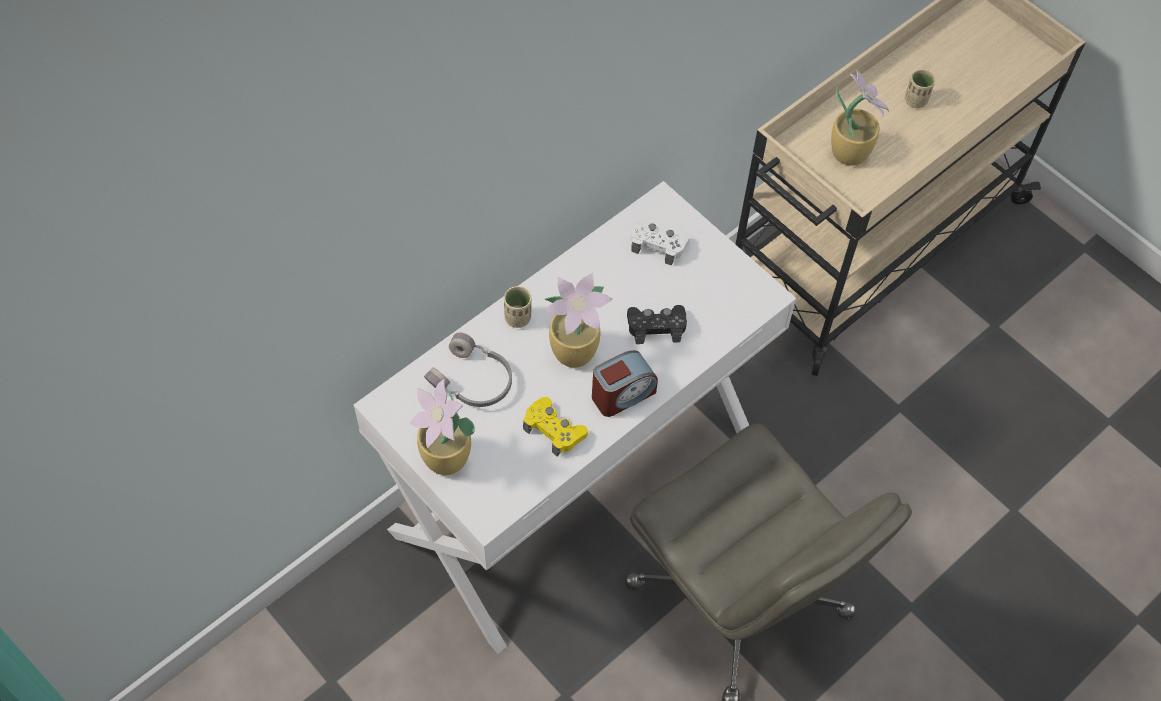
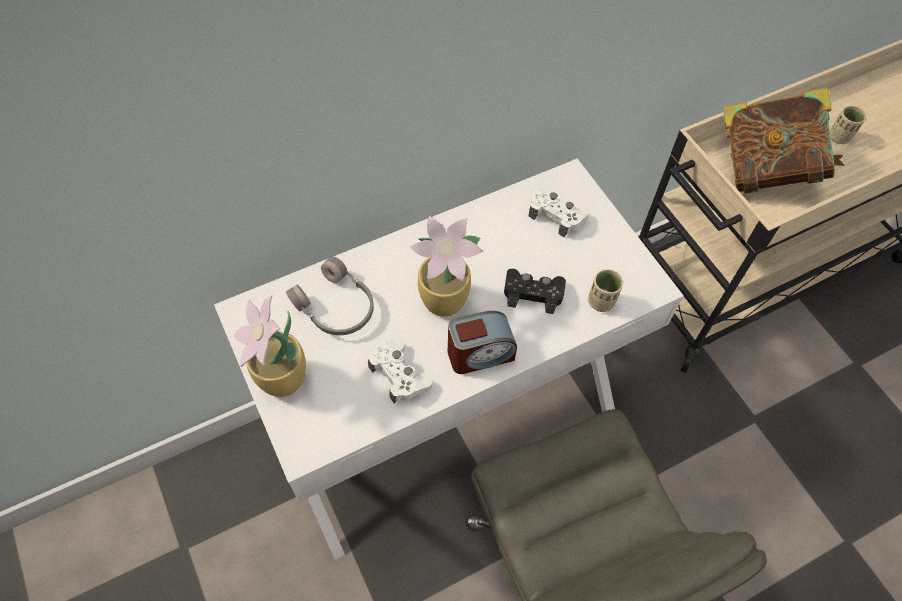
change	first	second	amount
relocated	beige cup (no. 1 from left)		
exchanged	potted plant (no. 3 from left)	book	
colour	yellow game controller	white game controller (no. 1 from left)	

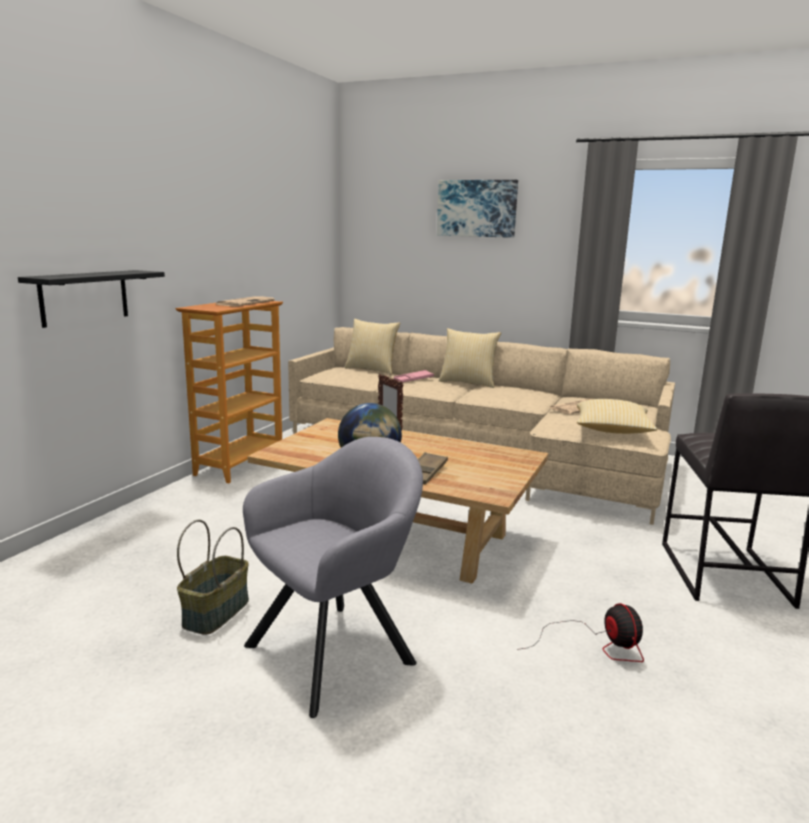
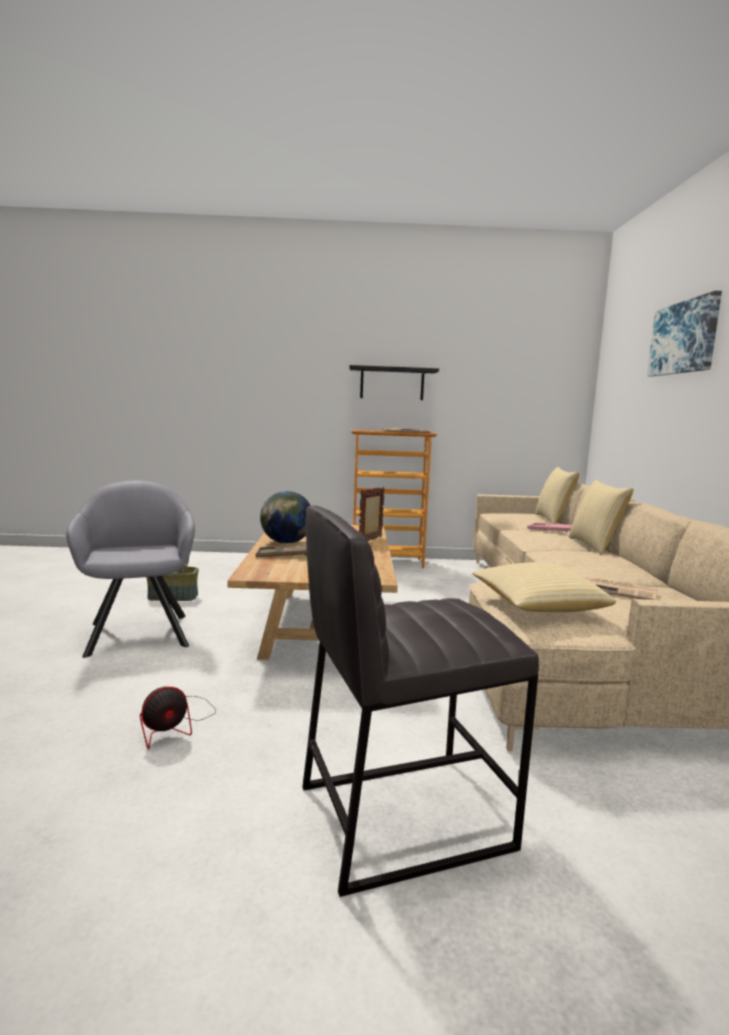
change	first	second	amount
relocated	black shelf		
spun	grey armchair		135 degrees counterclockwise

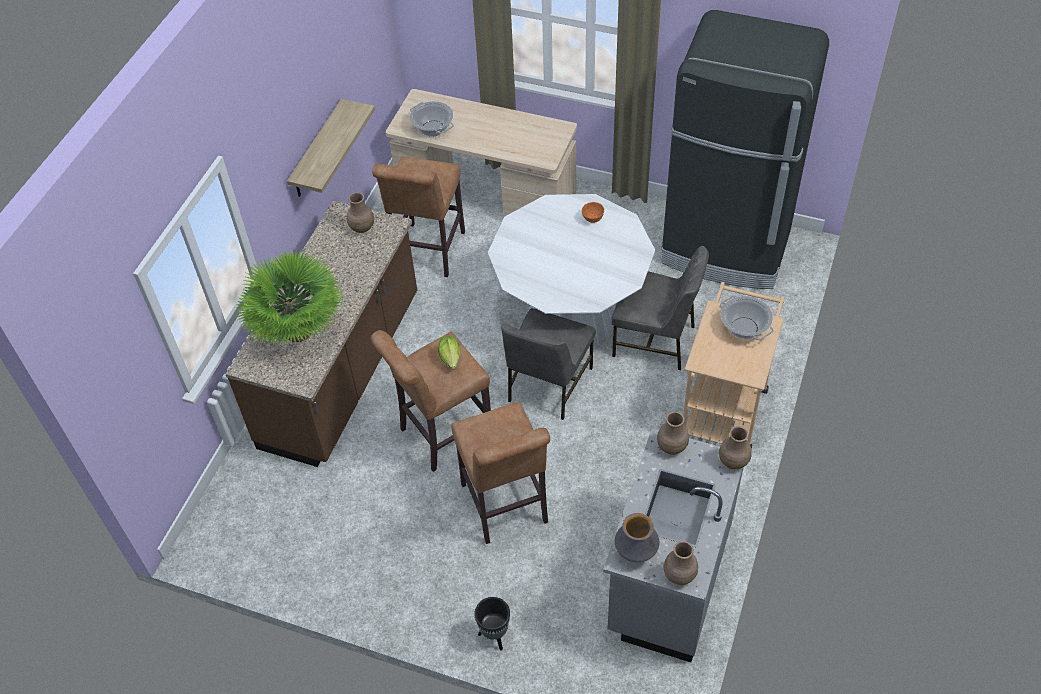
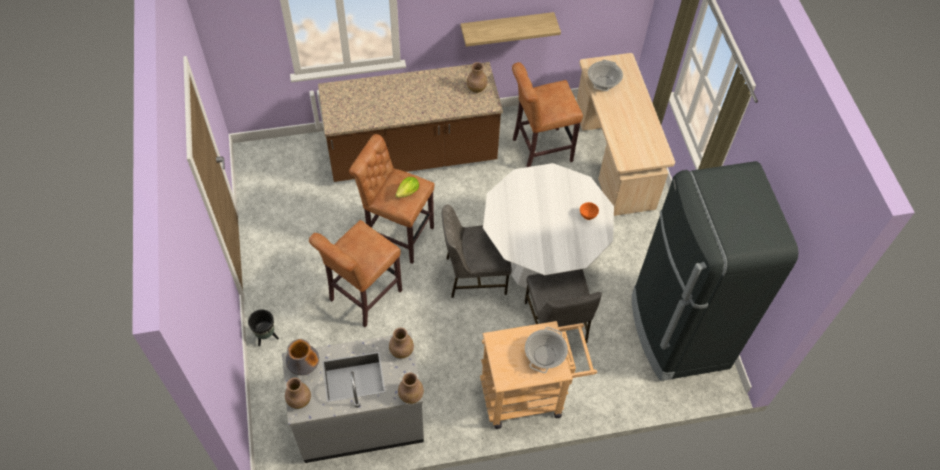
change	first	second	amount
missing	potted plant		

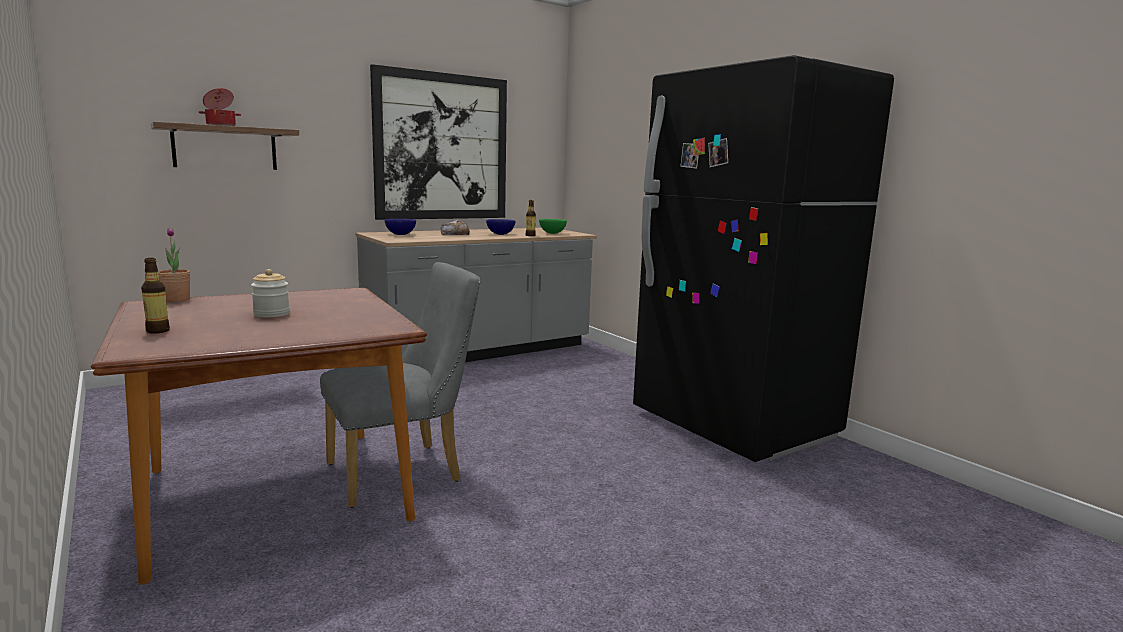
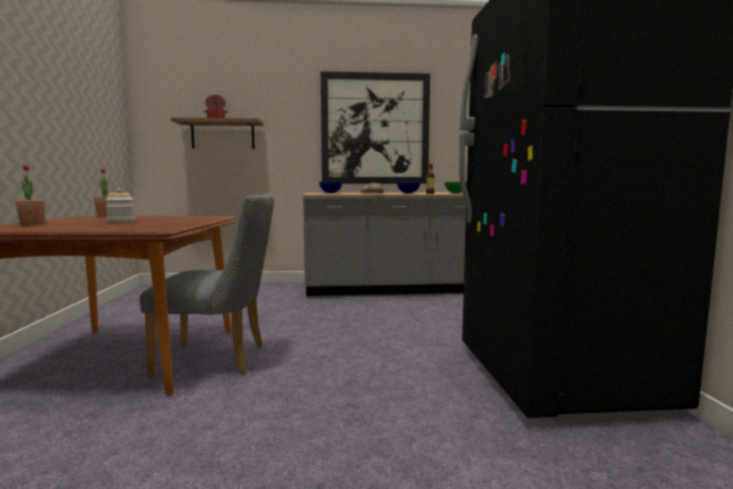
change	first	second	amount
exchanged	bottle (no. 1 from left)	potted plant (no. 1 from left)	

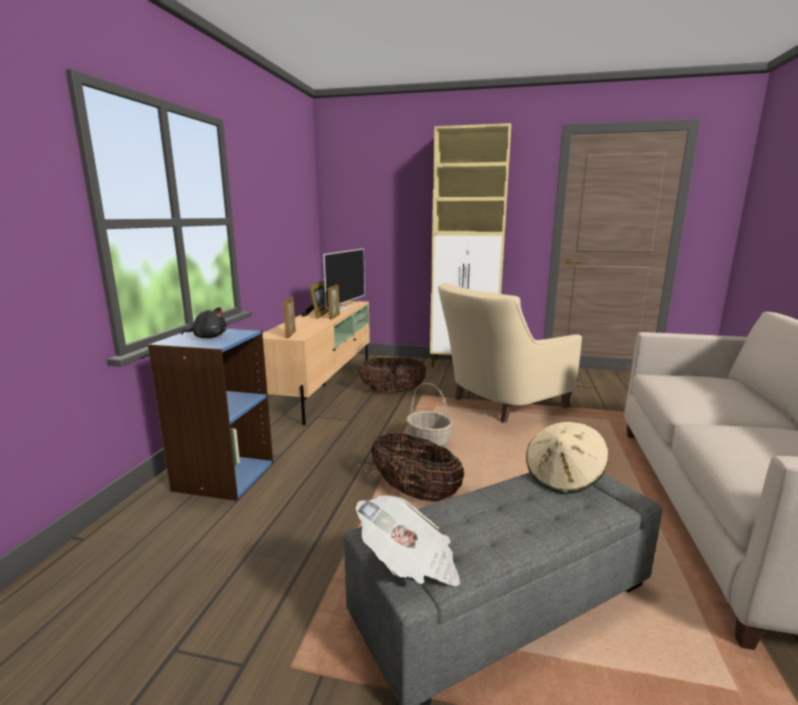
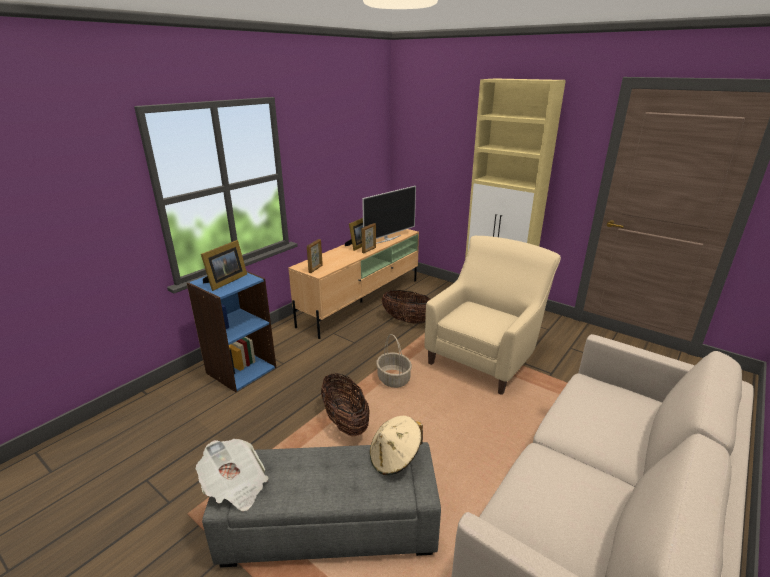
change	first	second	amount
exchanged	black plush toy	picture frame (no. 1 from left)	
spun	beige armchair		135 degrees clockwise

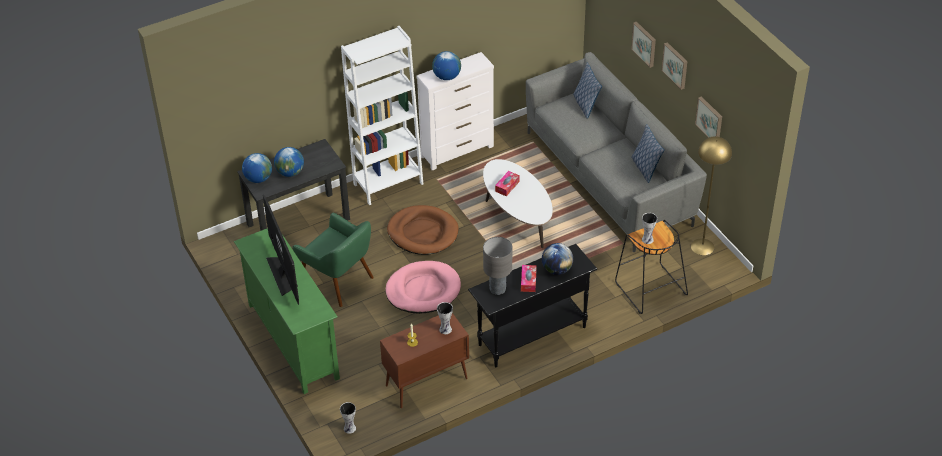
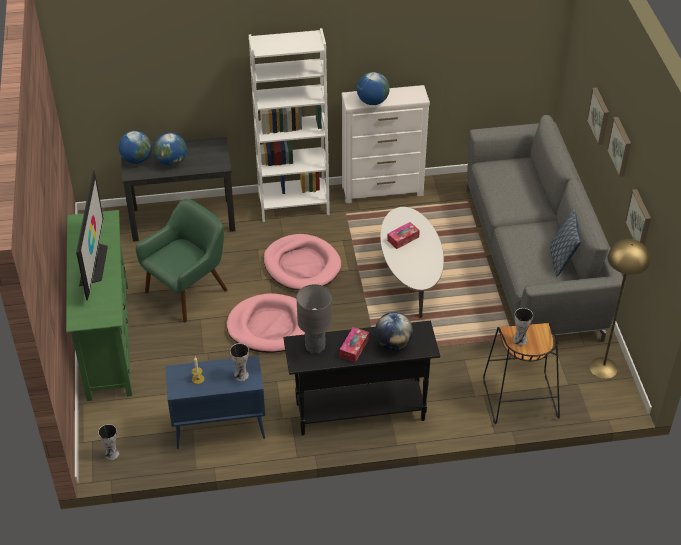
change	first	second	amount
missing	pillow (no. 1 from left)		
colour	brown cabinet	blue cabinet	
colour	brown dog bed	pink dog bed (no. 2 from left)	
spun	green armchair		105 degrees counterclockwise

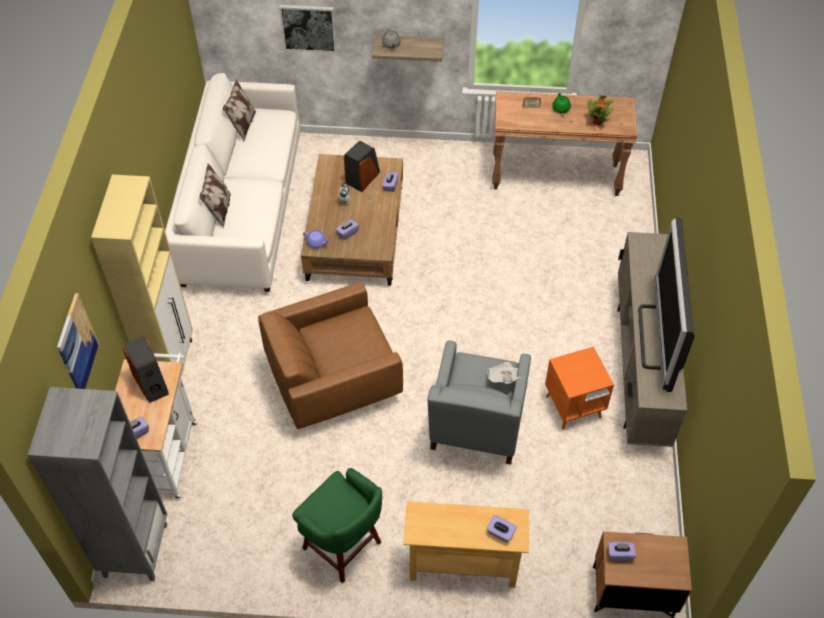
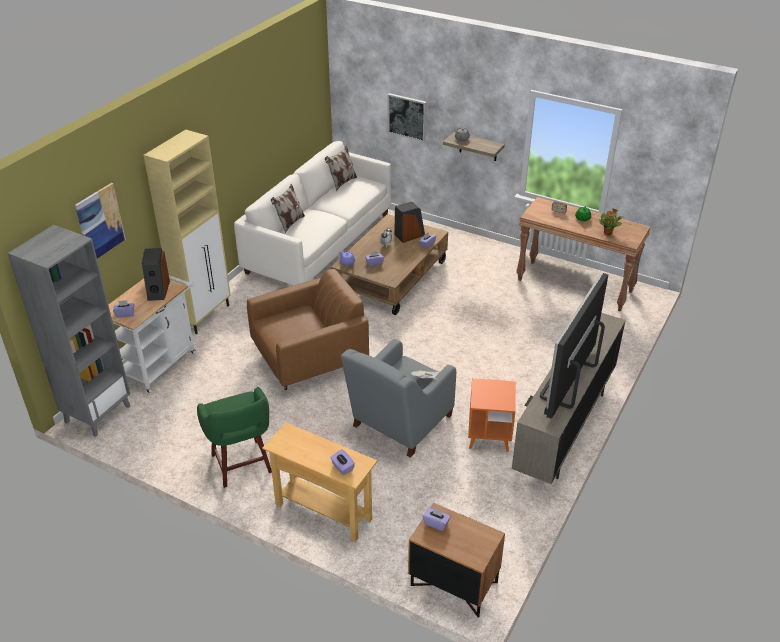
change	first	second	amount
spun	brown armchair		150 degrees clockwise

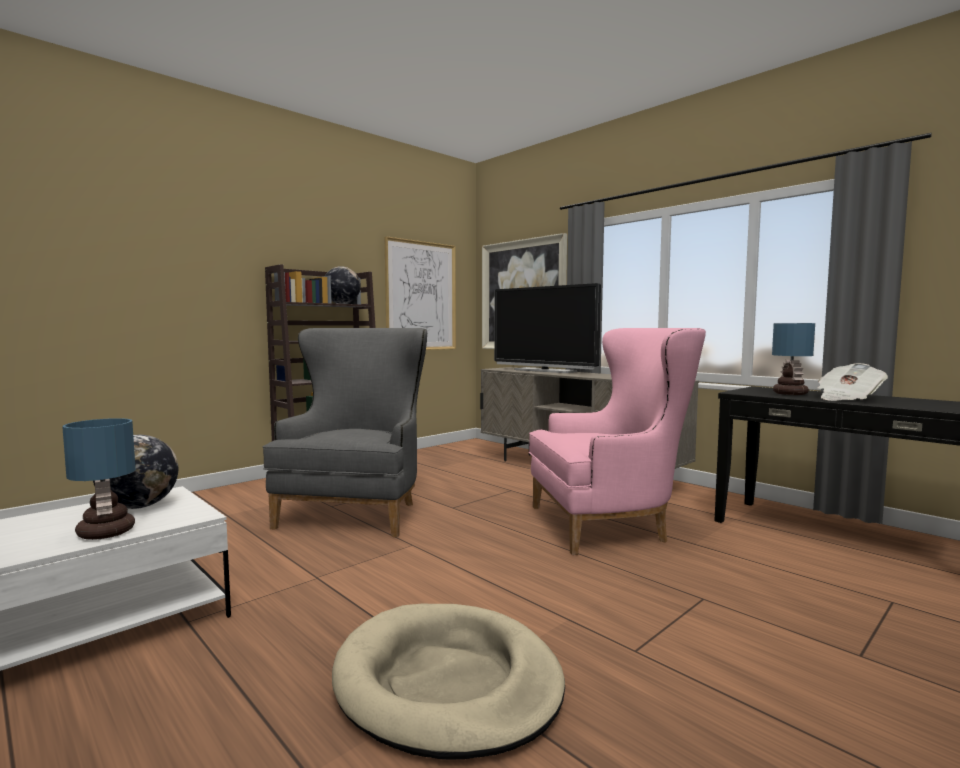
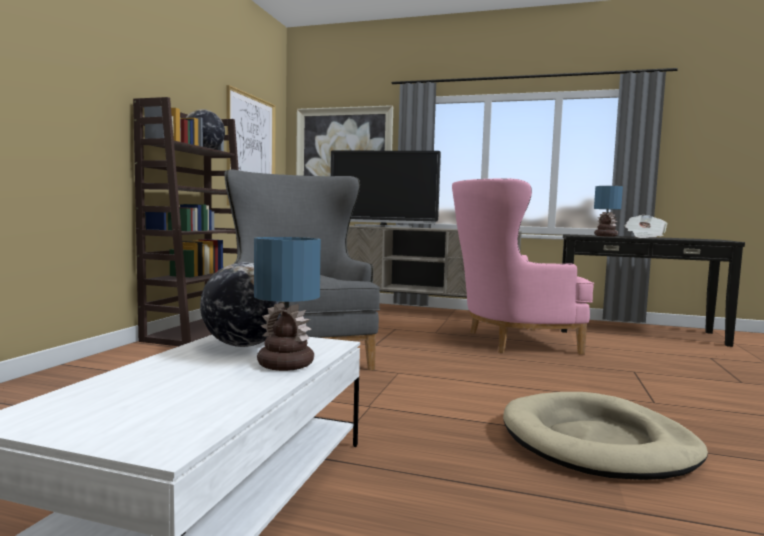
change	first	second	amount
spun	pink armchair		150 degrees counterclockwise

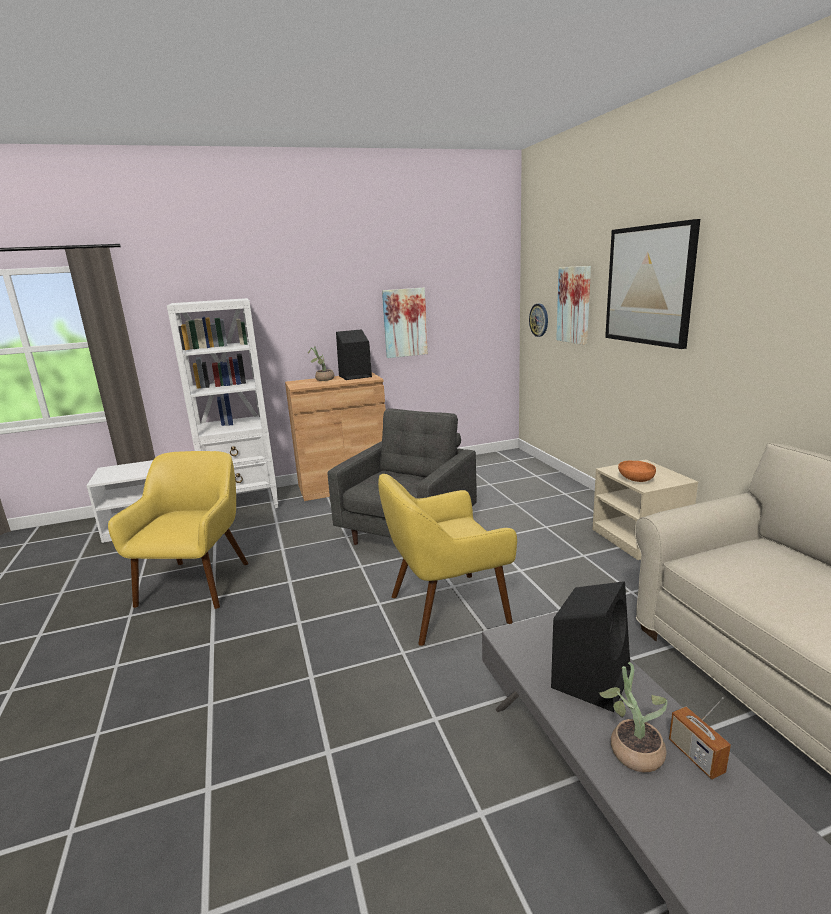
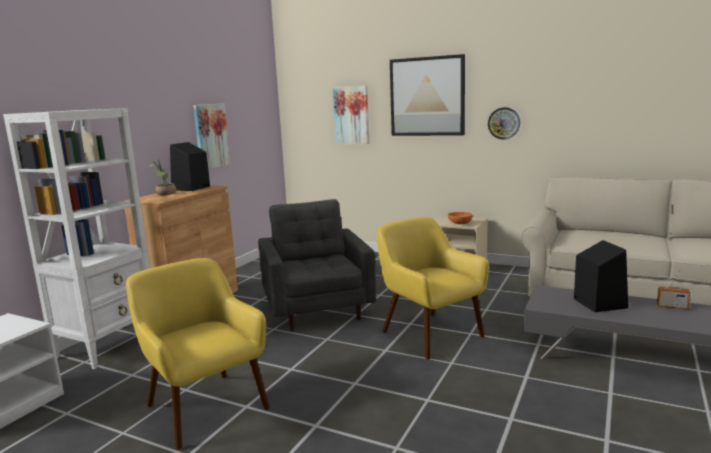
change	first	second	amount
missing	potted plant (no. 2 from left)		
relocated	wall clock		
spun	yellow armchair (no. 2 from left)		120 degrees clockwise

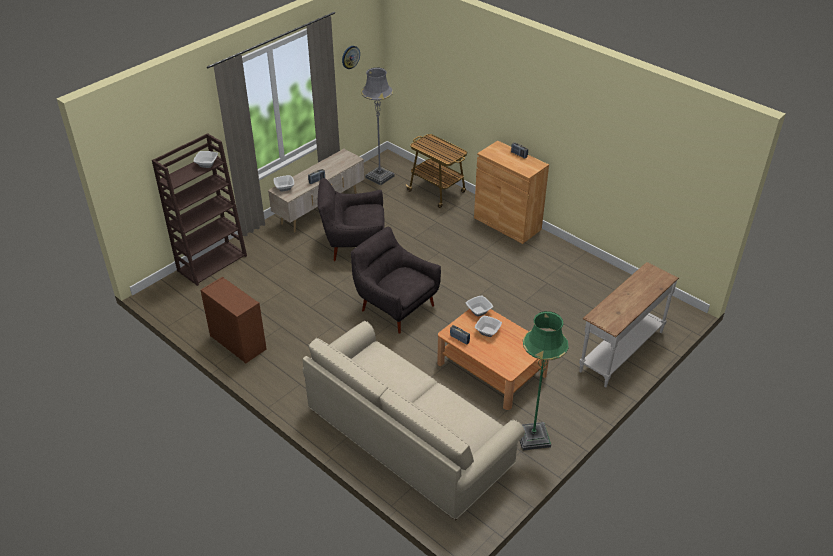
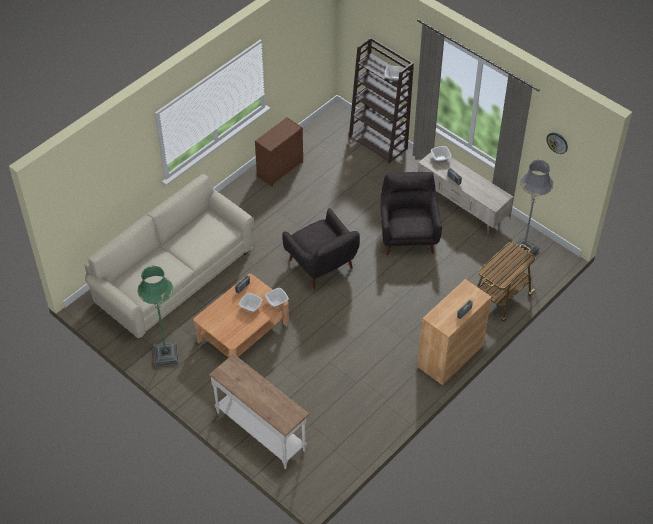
change	first	second	amount
spun	grey armchair (no. 2 from left in the first image)	grey armchair (no. 1 from left)	105 degrees clockwise

